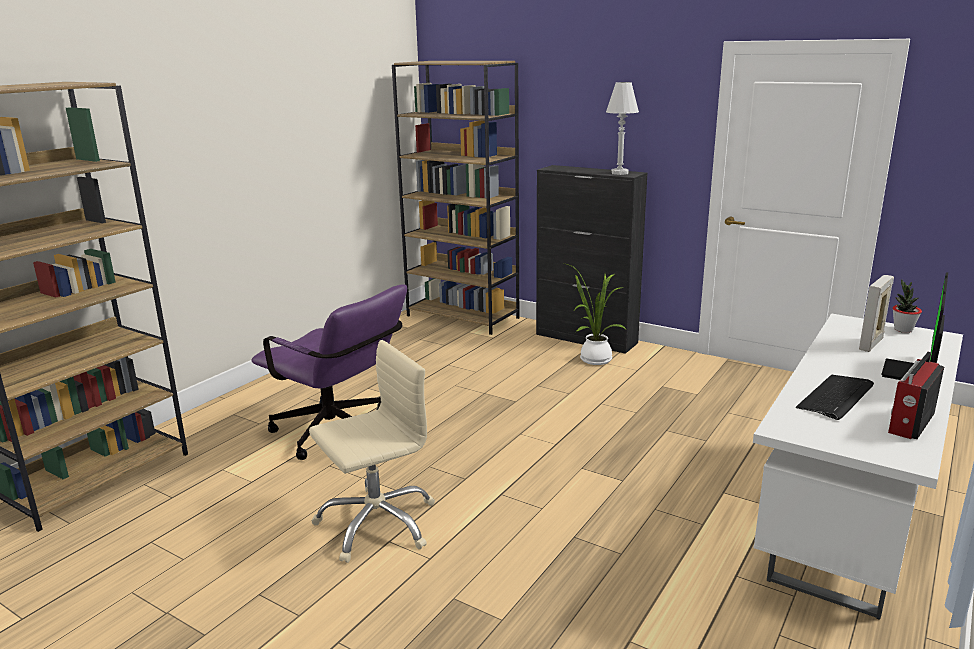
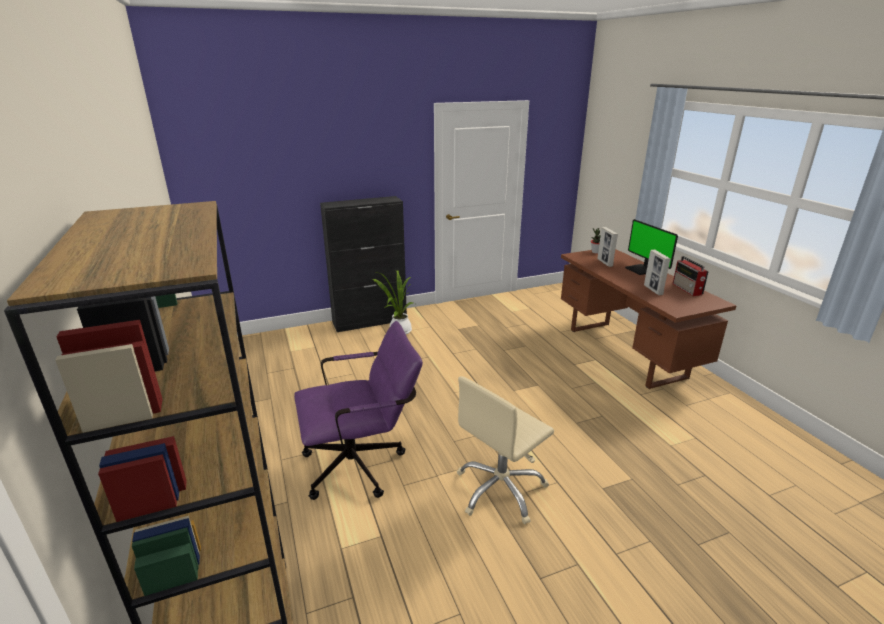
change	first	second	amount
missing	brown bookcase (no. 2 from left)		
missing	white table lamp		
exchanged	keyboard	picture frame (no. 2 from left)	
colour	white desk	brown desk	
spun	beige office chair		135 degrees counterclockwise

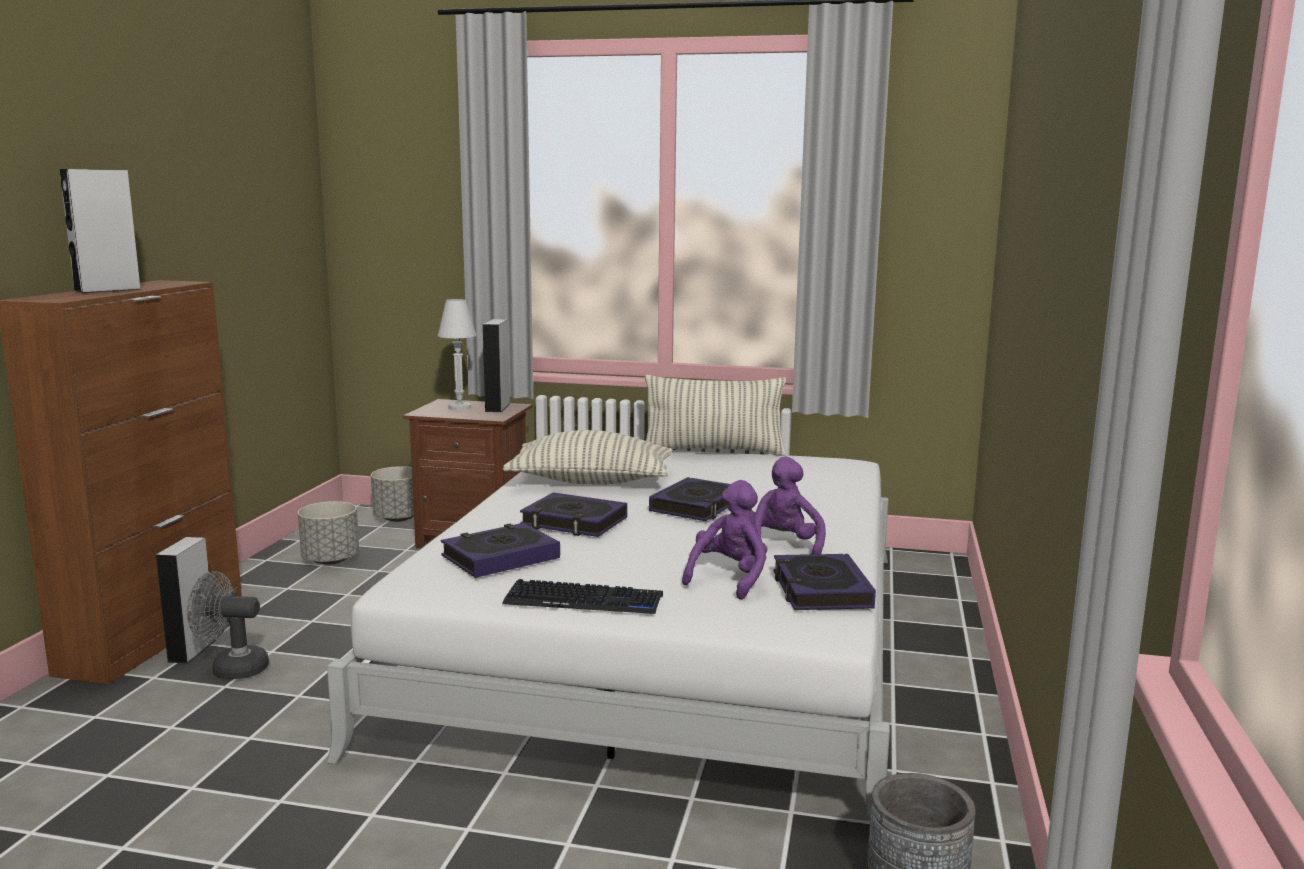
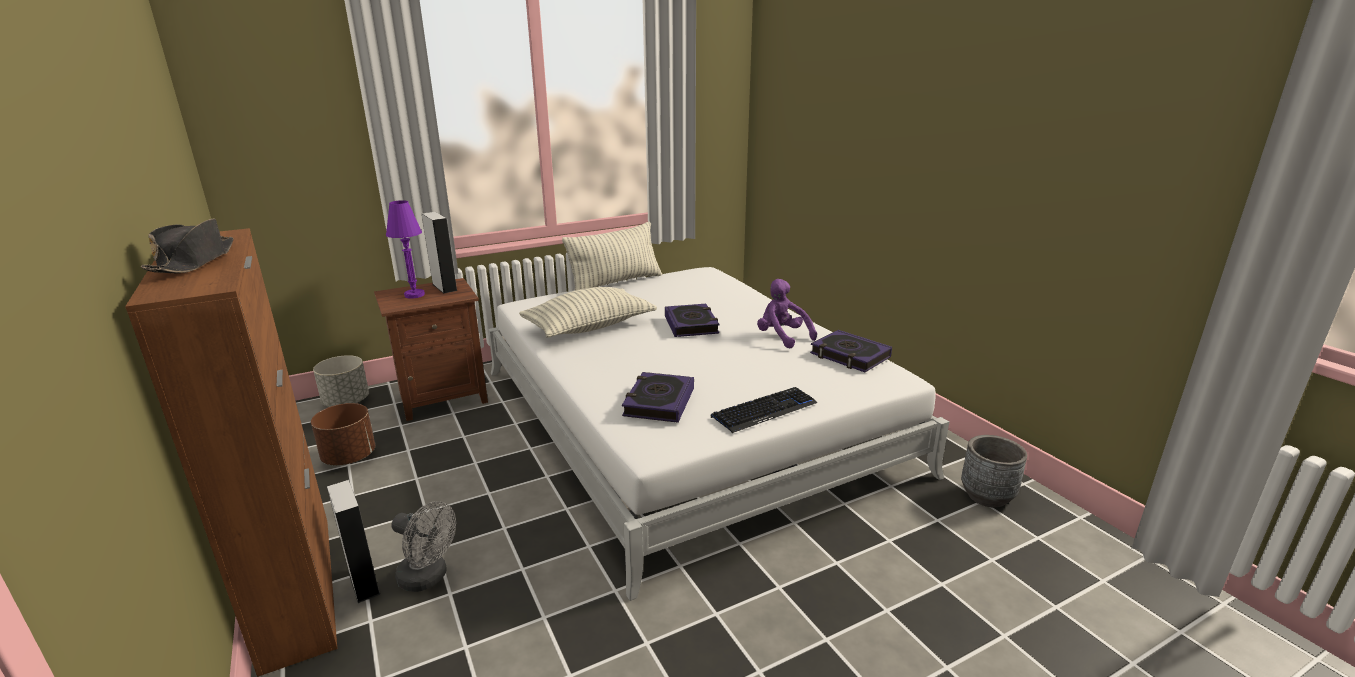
change	first	second	amount
missing	book (no. 2 from left)		
missing	purple plush toy (no. 1 from left)		
exchanged	grey speaker (no. 1 from left)	black hat	
colour	grey planter (no. 1 from left)	brown planter	
colour	white table lamp	purple table lamp	
spun	grey fan		120 degrees counterclockwise

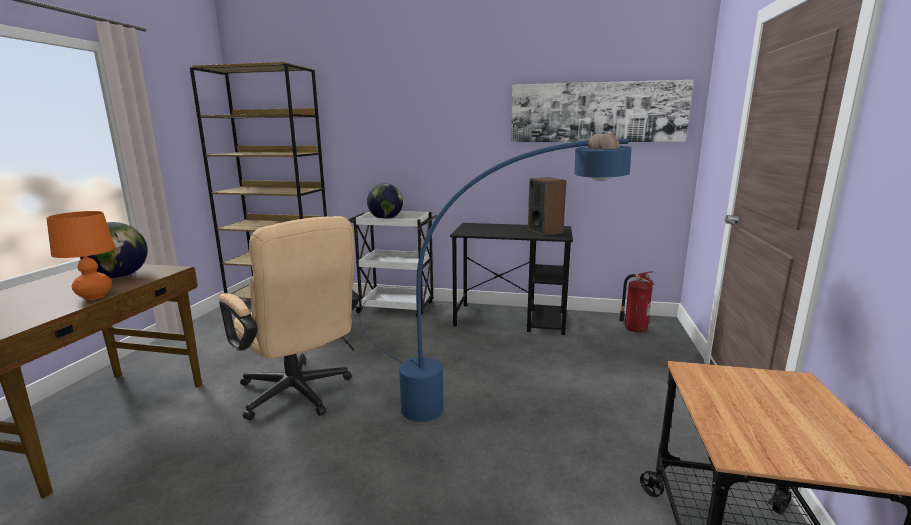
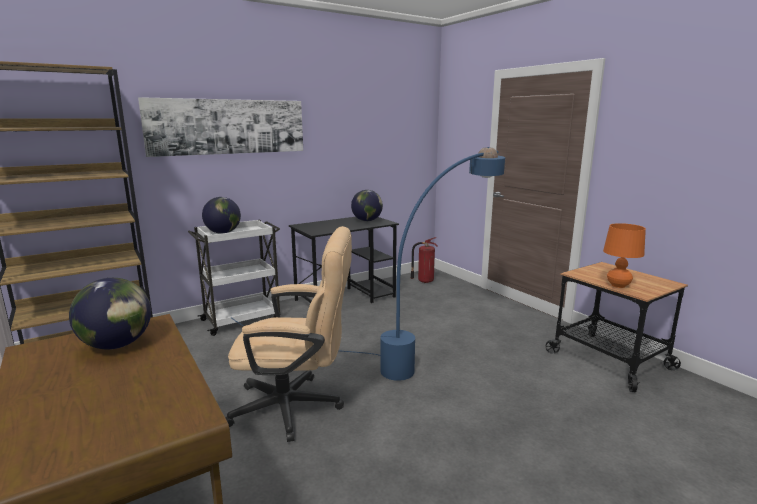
change	first	second	amount
relocated	orange table lamp		
relocated	picture		
exchanged	speaker	globe (no. 3 from left)	

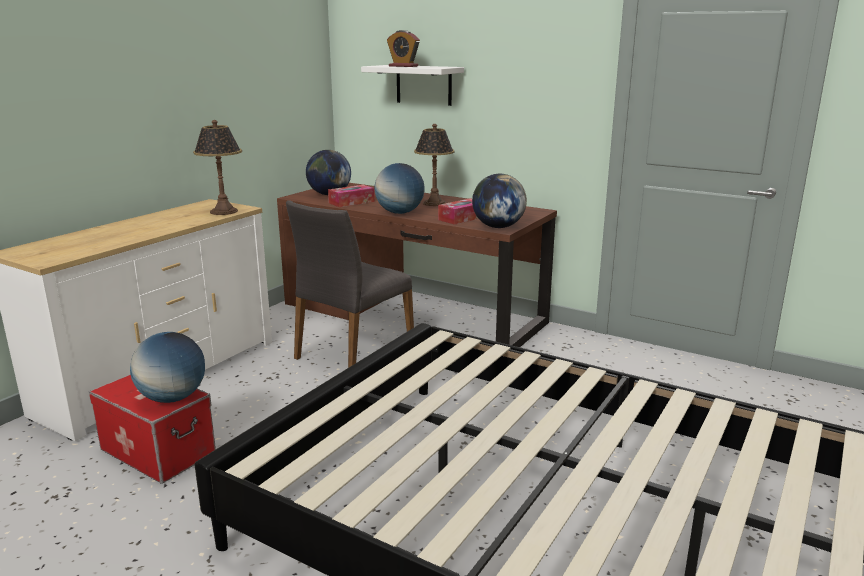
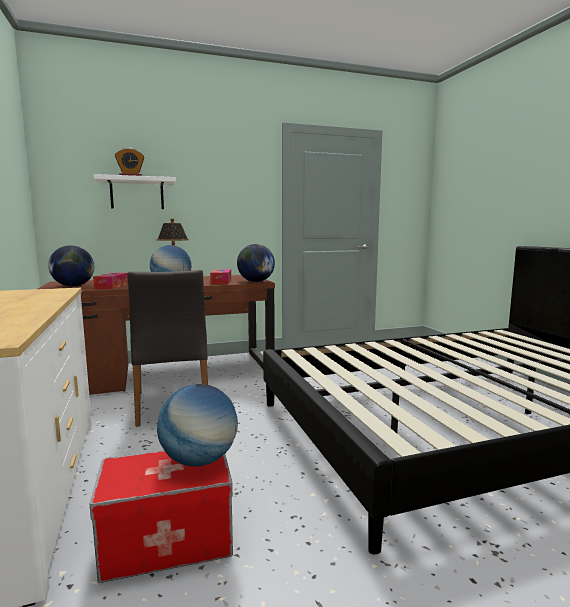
change	first	second	amount
missing	table lamp (no. 1 from left)		

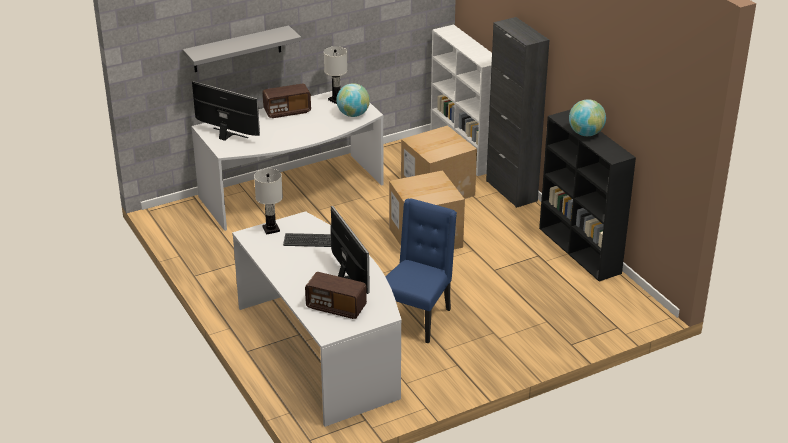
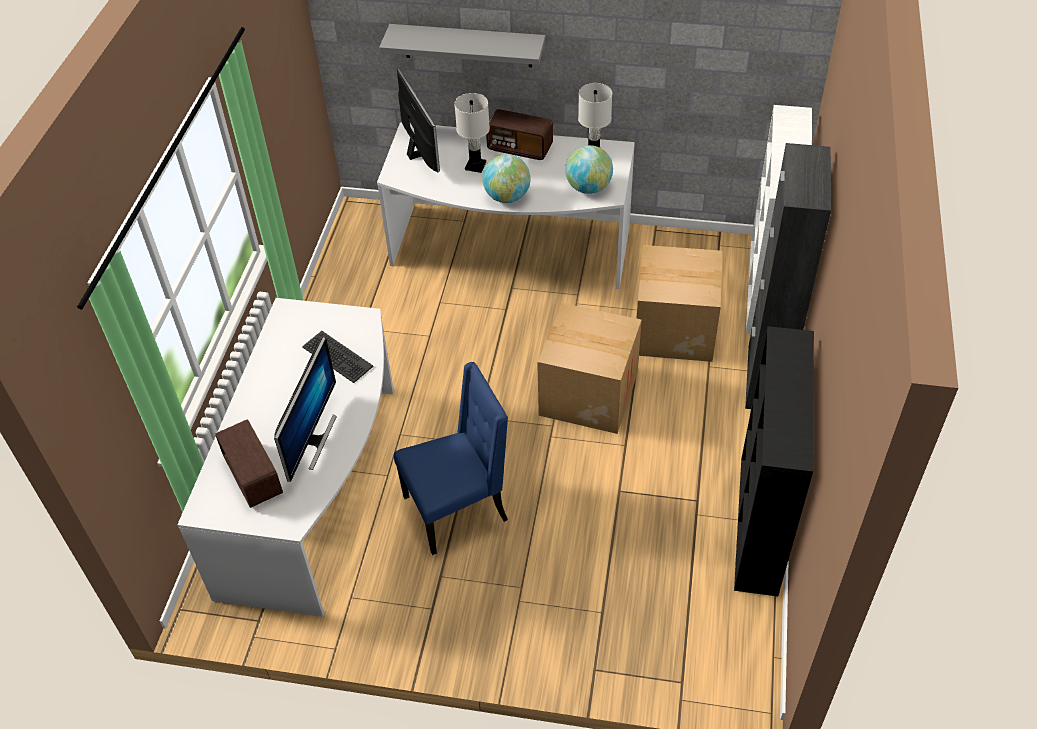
change	first	second	amount
relocated	white table lamp (no. 1 from left)		
relocated	globe (no. 2 from left in the first image)	globe (no. 1 from left)	

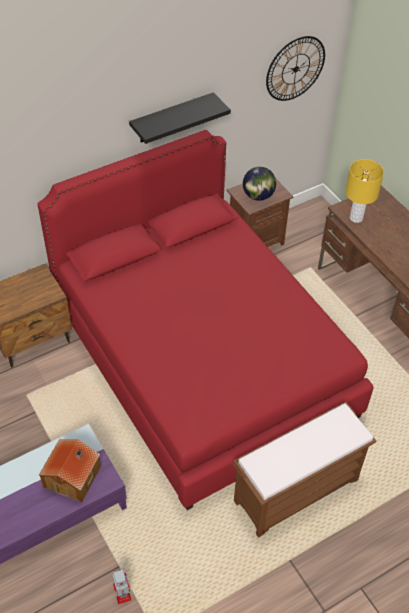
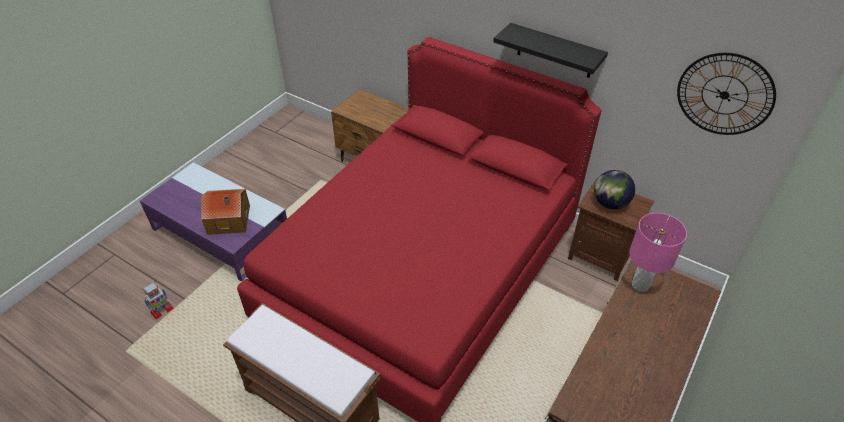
change	first	second	amount
colour	yellow table lamp	pink table lamp	

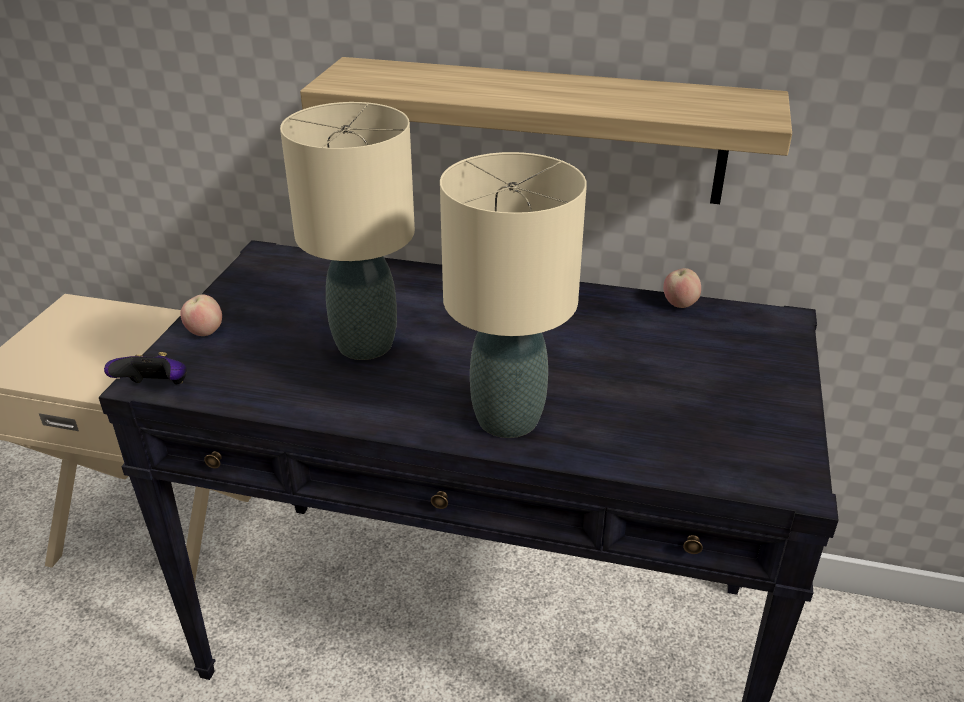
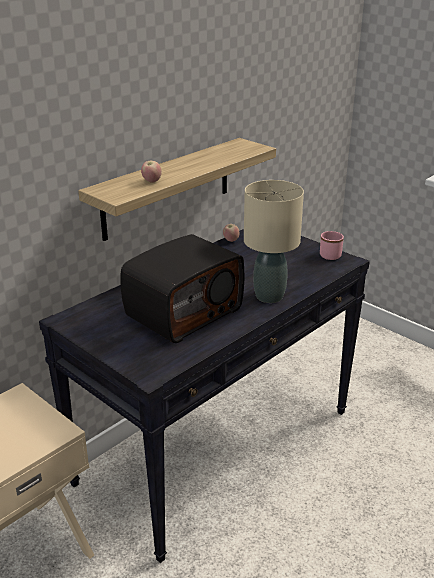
change	first	second	amount
missing	game controller		
appeared		pink mug	
relocated	apple (no. 1 from left)		
exchanged	beige table lamp (no. 1 from left)	radio	

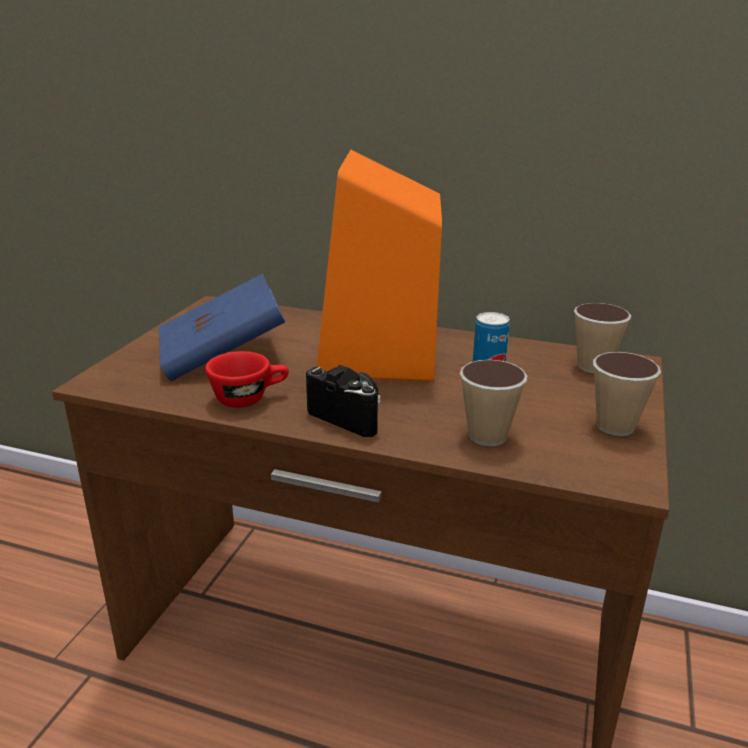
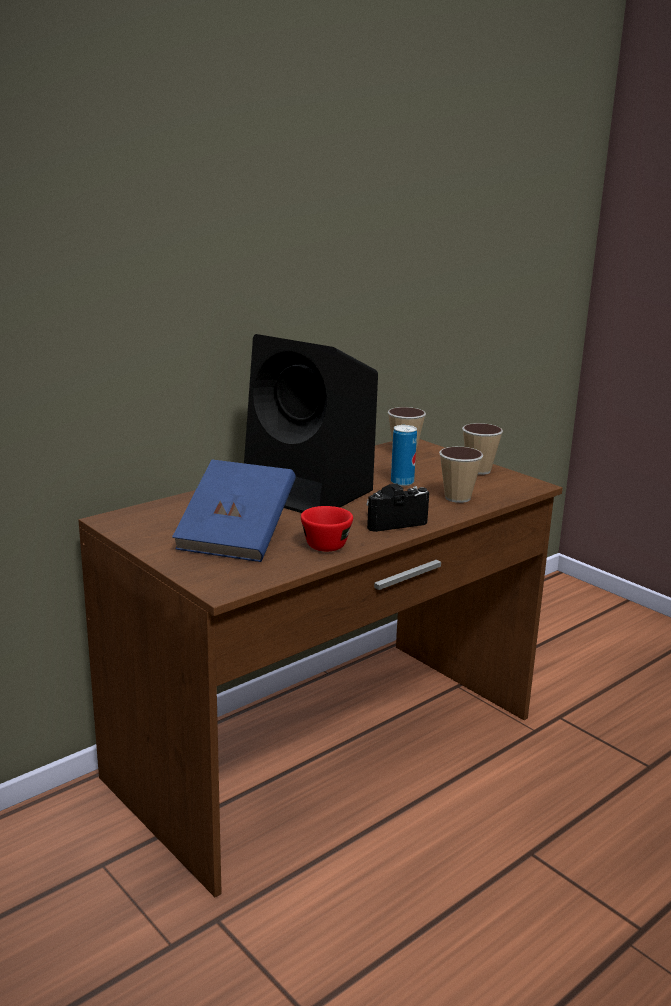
change	first	second	amount
colour	orange speaker	black speaker	

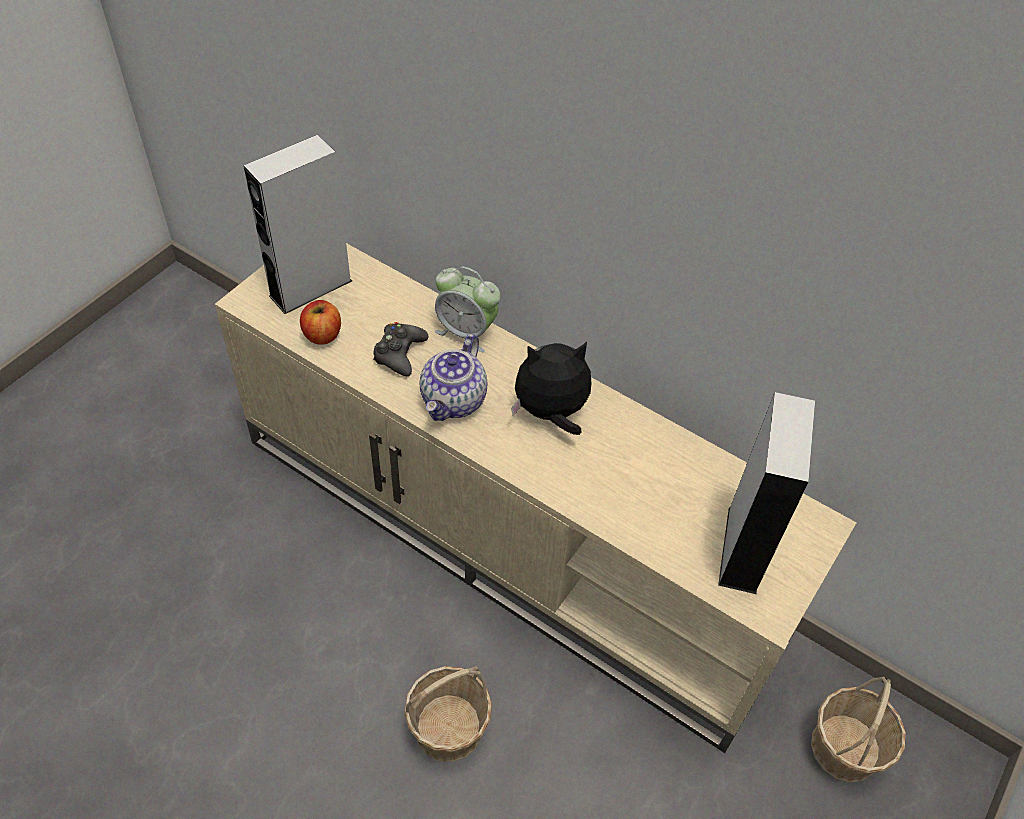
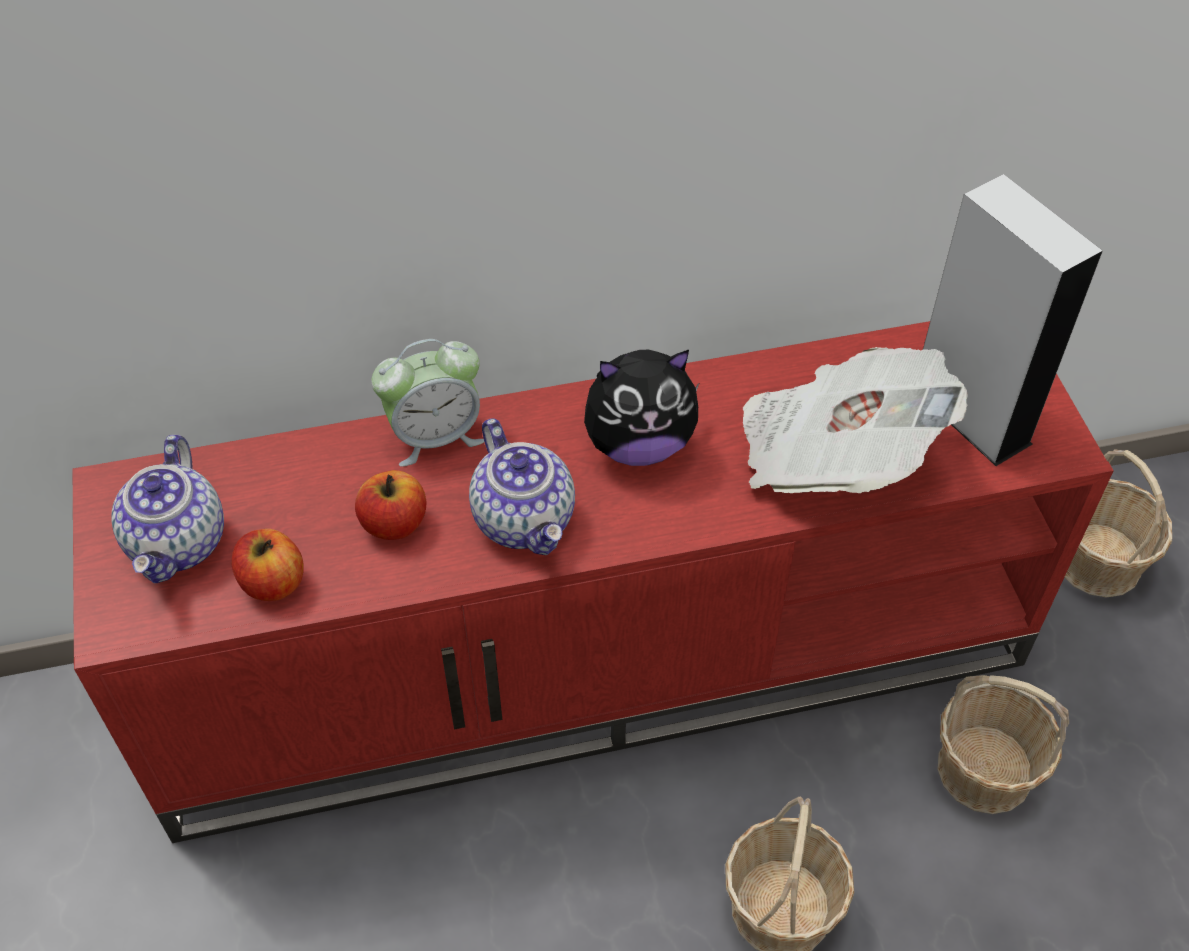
change	first	second	amount
appeared		newspaper	
appeared		basket (no. 2 from left)	
exchanged	grey speaker (no. 1 from left)	teapot (no. 1 from left)	
exchanged	black game controller	apple (no. 2 from left)	
colour	beige tv stand	red tv stand	
spun	plush toy		135 degrees counterclockwise

